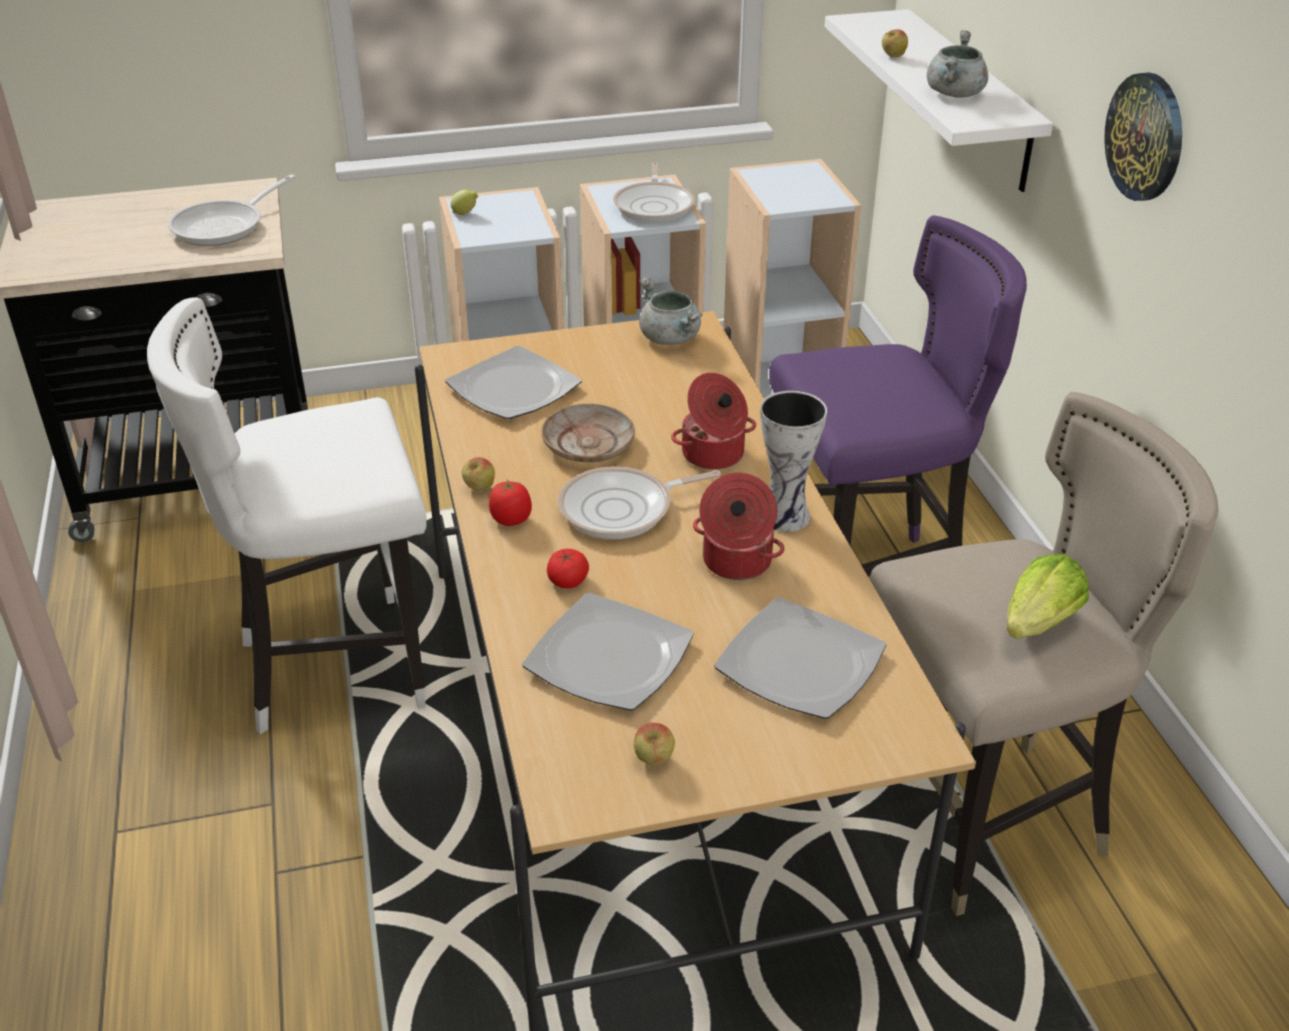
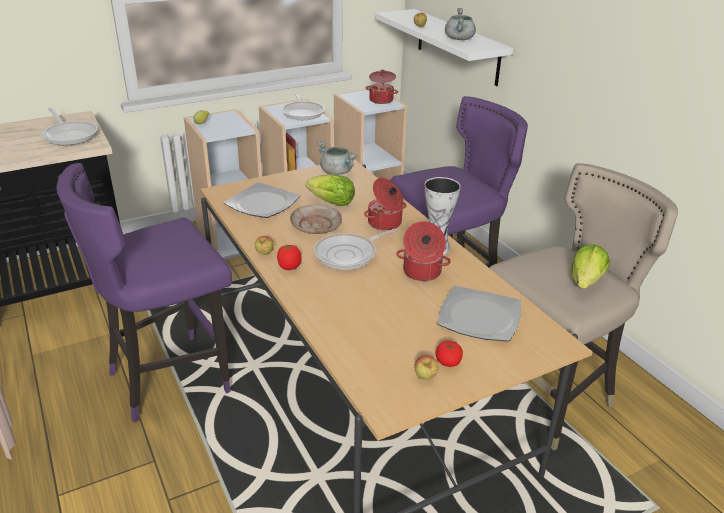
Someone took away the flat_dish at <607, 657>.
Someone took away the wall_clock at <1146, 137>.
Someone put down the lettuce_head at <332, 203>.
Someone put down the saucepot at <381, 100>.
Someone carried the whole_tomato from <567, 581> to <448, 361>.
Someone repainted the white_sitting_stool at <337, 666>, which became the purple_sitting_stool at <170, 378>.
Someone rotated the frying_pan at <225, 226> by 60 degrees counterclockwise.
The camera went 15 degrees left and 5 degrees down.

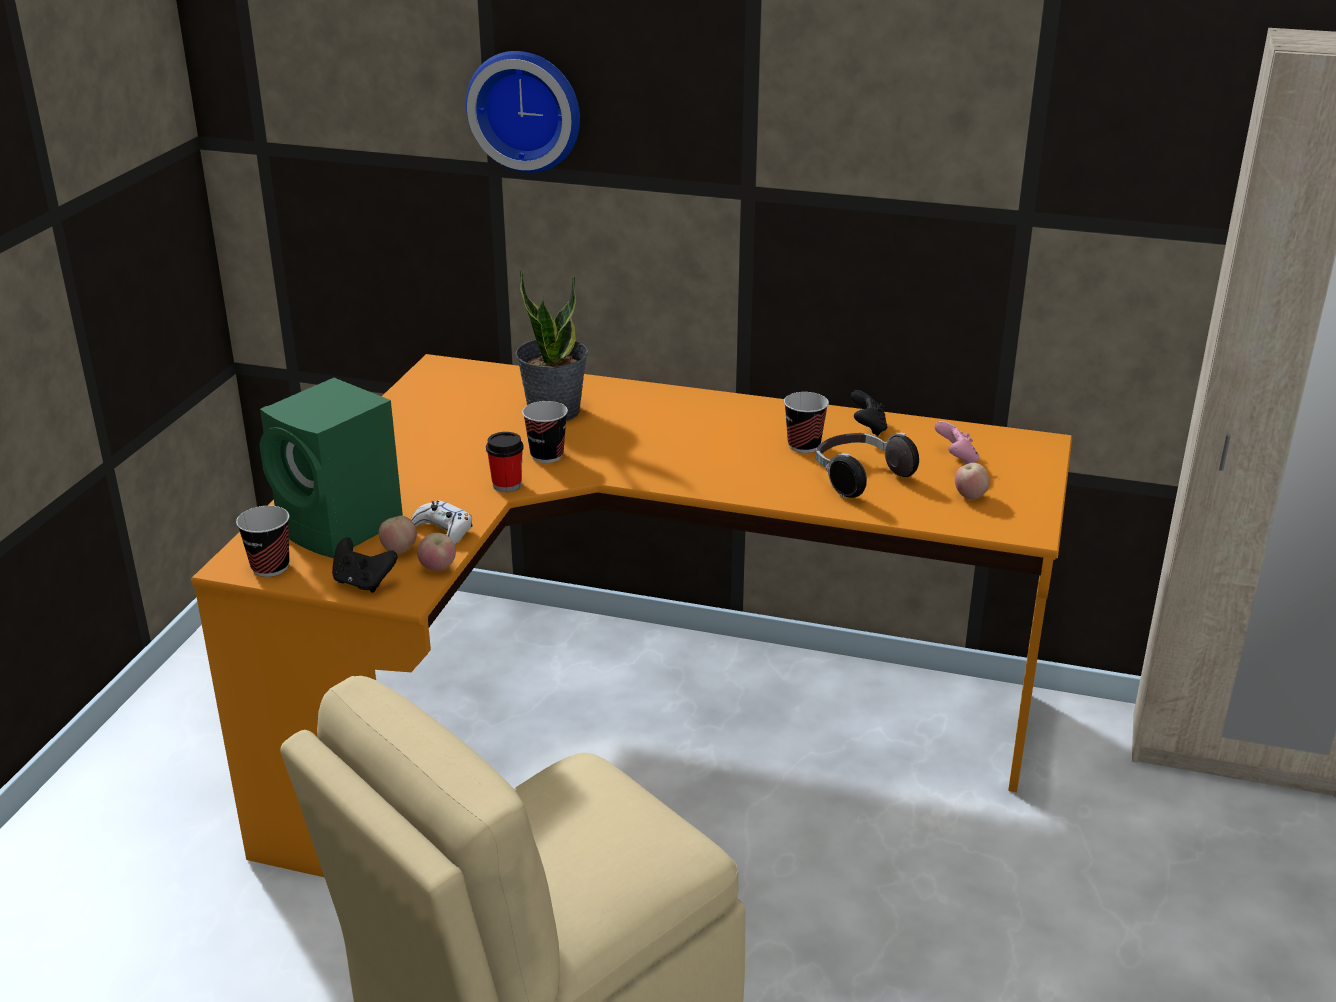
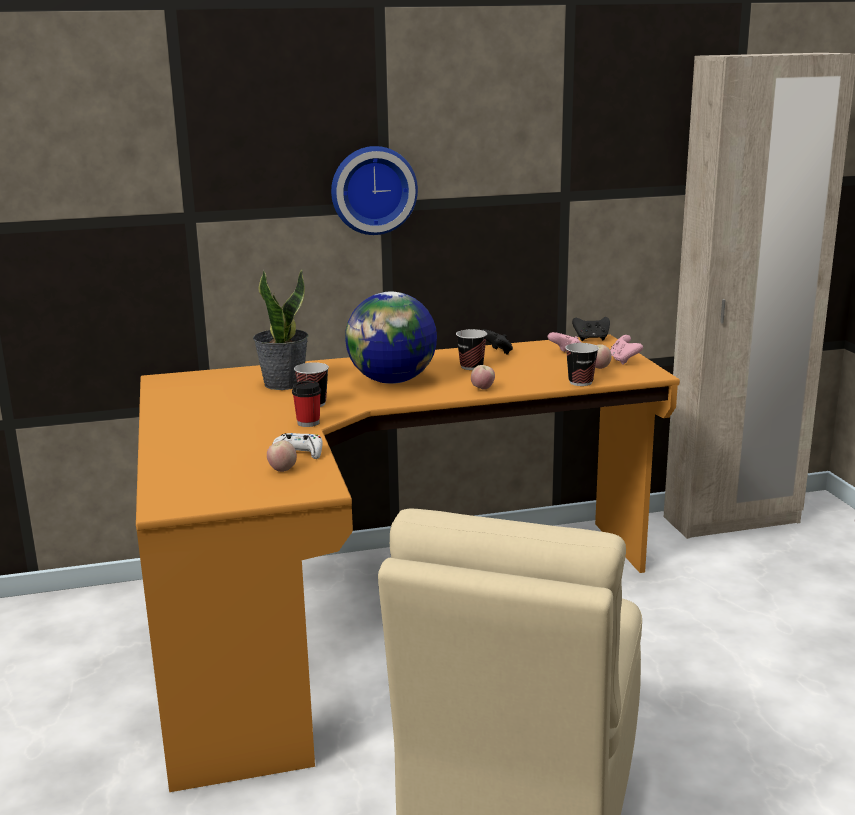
Someone took away the greenish_loudspeaker at <342, 529>.
Someone took away the headset at <859, 478>.
Someone put down the world_globe at <392, 381>.
Someone put down the pink_gamepad at <623, 361>.
Someone carried the small_cup from <270, 567> to <580, 382>.
Someone carried the black_gamepad from <363, 583> to <591, 339>.
Someone carried the whole_apple from <438, 568> to <482, 389>.
Someone carried the wall_clock from <526, 109> to <373, 190>.
The camera went 30 degrees left and 10 degrees down.

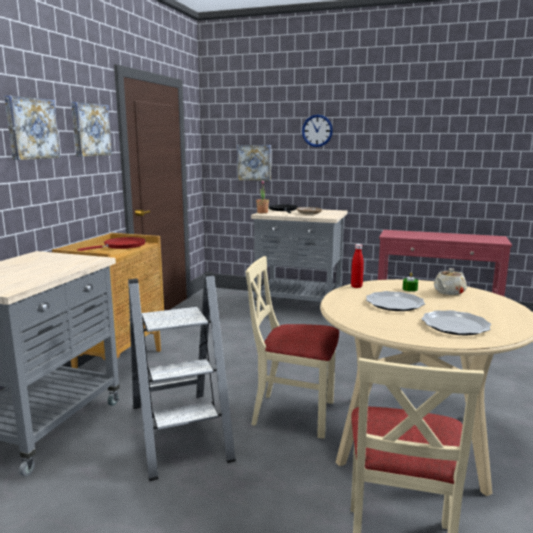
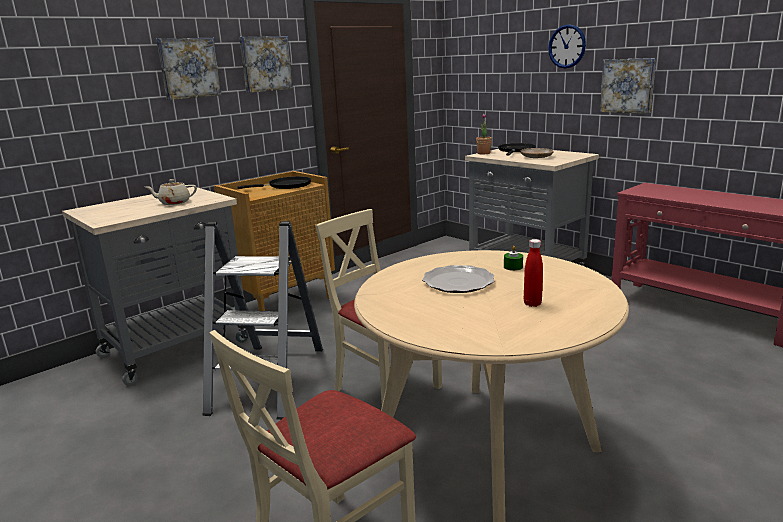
Someone took away the flat_dish at <455, 326>.
Someone carried the wall_picture from <254, 162> to <628, 85>.
Someone carried the reddish_bottle from <356, 286> to <532, 304>.
Someone carried the beige_pot_for_tea from <448, 292> to <174, 203>.
Someone repainted the reddish_frying_pan at <122, 246>, which became the black_frying_pan at <287, 186>.
The camera went 30 degrees right and 5 degrees up.

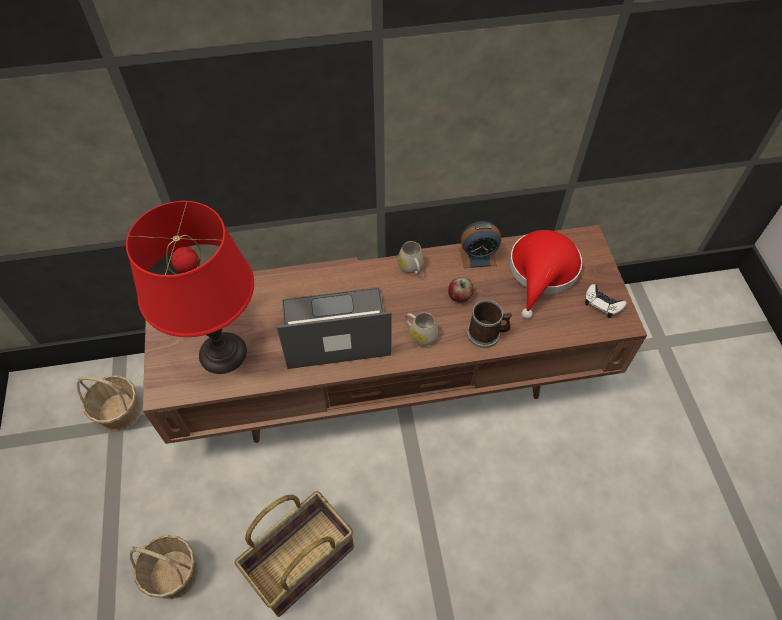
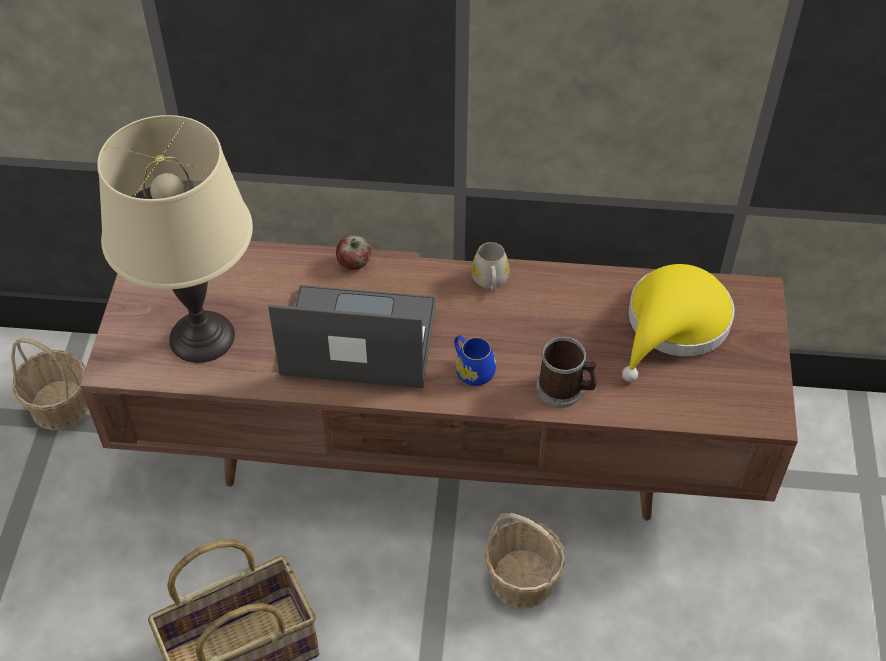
Someone took away the bedside_clock at <478, 256>.
Someone took away the white_gamepad at <602, 303>.
Someone carried the storage_basket from <173, 574> to <522, 579>.
Someone carried the whole_apple from <460, 296> to <354, 263>.
Someone repainted the reddish_tabletop_lamp at <223, 353>, which became the beige_tabletop_lamp at <202, 337>.
Someone repainted the white_tea_mug at <420, 334>, which became the bluish_tea_mug at <471, 370>.
Someone repainted the reddish_hat at <542, 272>, which became the yellowish_hat at <674, 325>.
The camera went 15 degrees right and 5 degrees down.

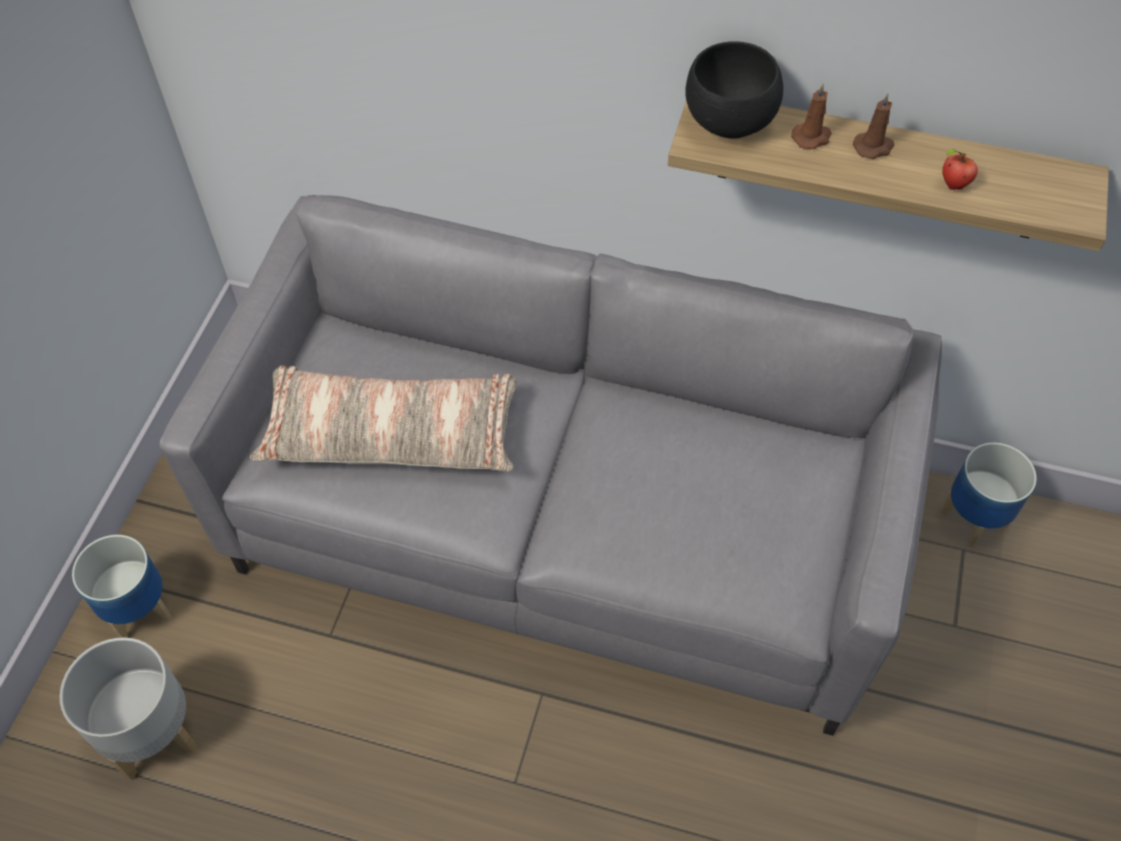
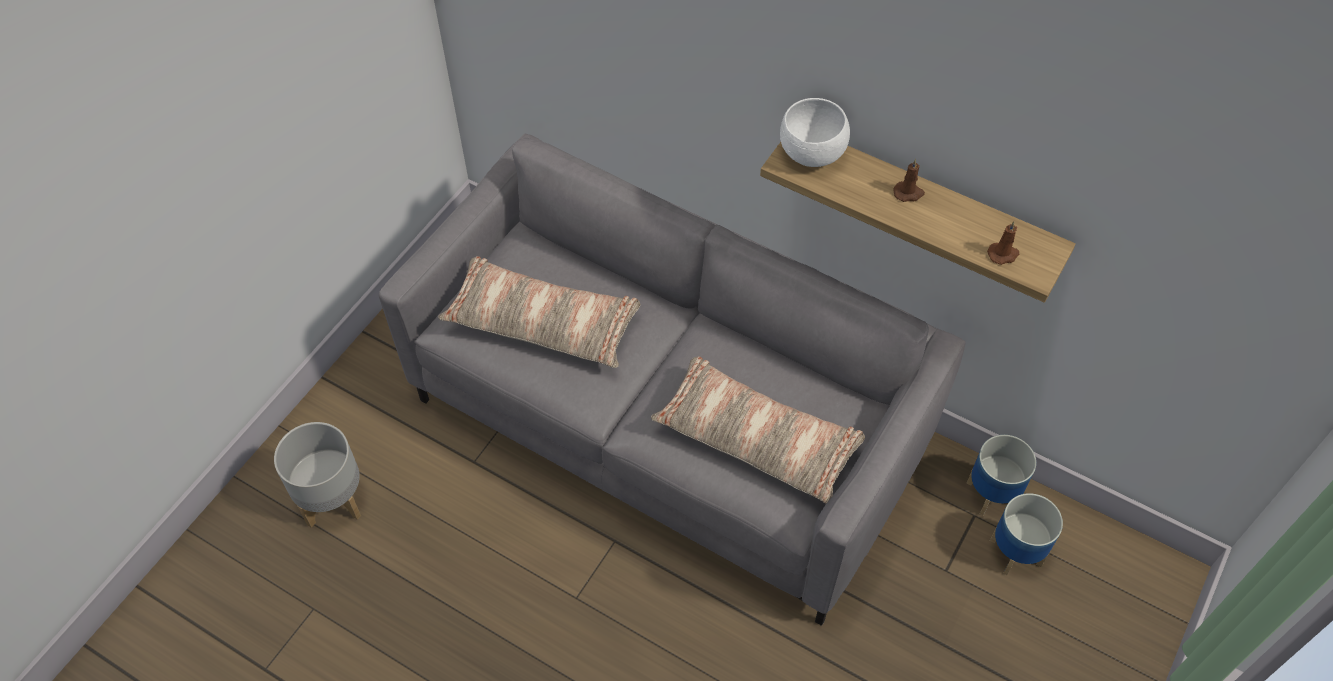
Someone took away the whole_apple at <953, 185>.
Someone put down the pillow at <757, 439>.
Someone carried the planter from <139, 609> to <1015, 551>.
Someone carried the brown_wax_light from <812, 137> to <1003, 254>.
Someone repainted the black_deep_dish at <730, 124>, which became the white_deep_dish at <812, 155>.
The camera went 15 degrees right and 0 degrees up.

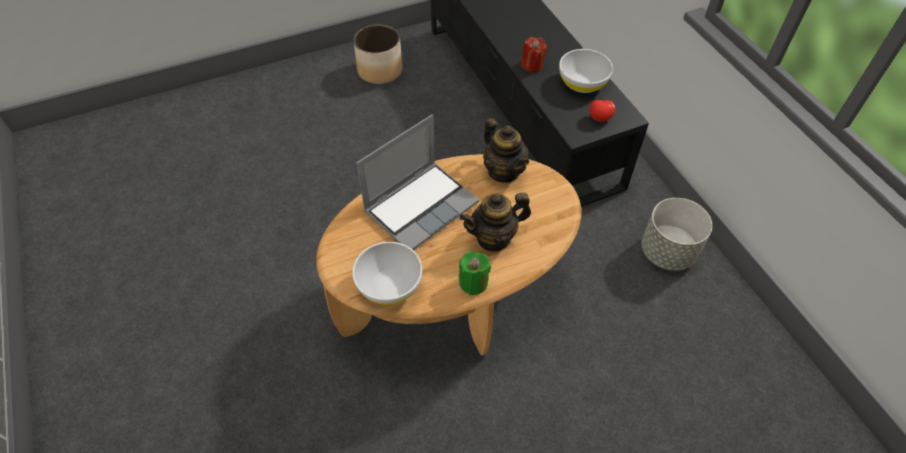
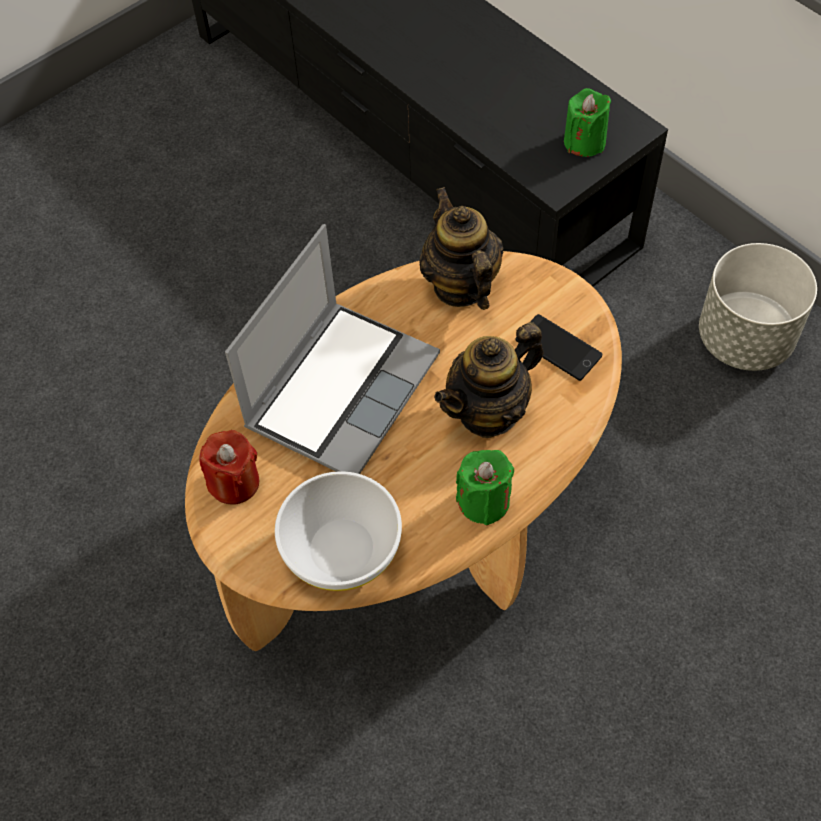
Someone took away the planter at <379, 70>.
Someone took away the white_deep_dish at <582, 83>.
Someone put down the phone at <558, 348>.
Someone carried the reddish_wax_light from <532, 65> to <234, 482>.
Someone swapped the whole_apple at <600, 118> for the greenish_wax_light at <584, 142>.
Someone rotated the pot_for_tea at <503, 171> by 150 degrees counterclockwise.
The camera went 15 degrees left and 5 degrees up.

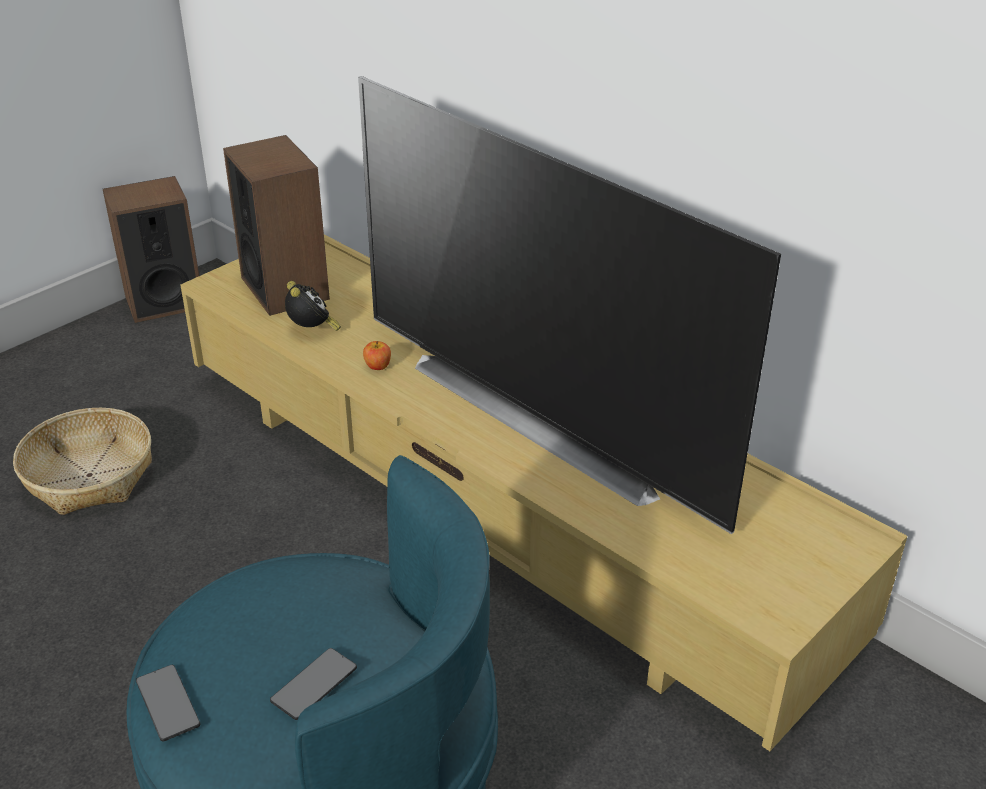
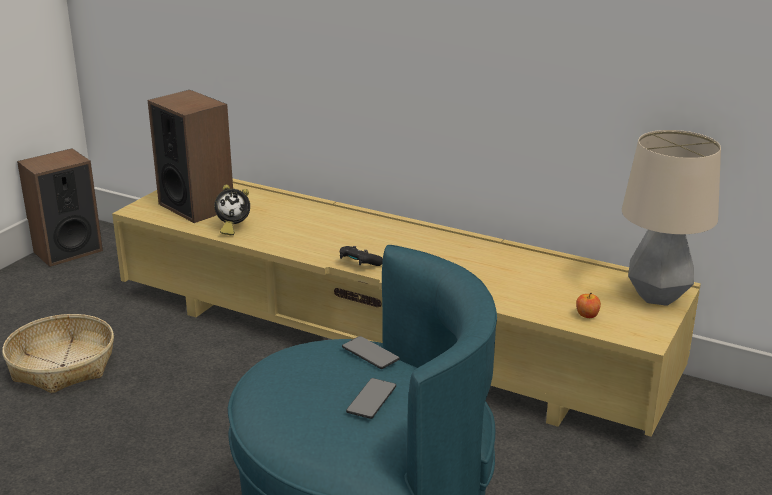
Someone took away the TV_set at <546, 414>.
Someone put down the black_gamepad at <359, 264>.
Someone put down the tabletop_lamp at <658, 296>.
Someone carried the phone from <168, 703> to <370, 354>.
Someone carried the whole_apple from <377, 366> to <587, 315>.
Someone rotated the bedside_clock at <312, 331> by 120 degrees clockwise.
The camera went 15 degrees left and 10 degrees down.

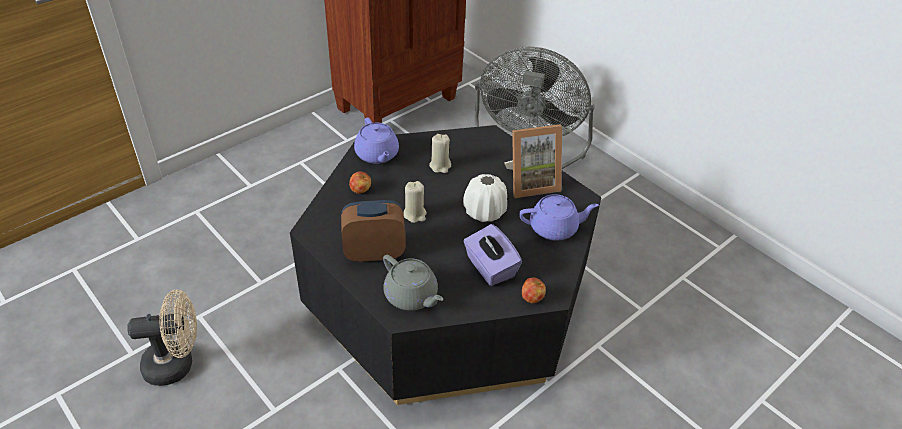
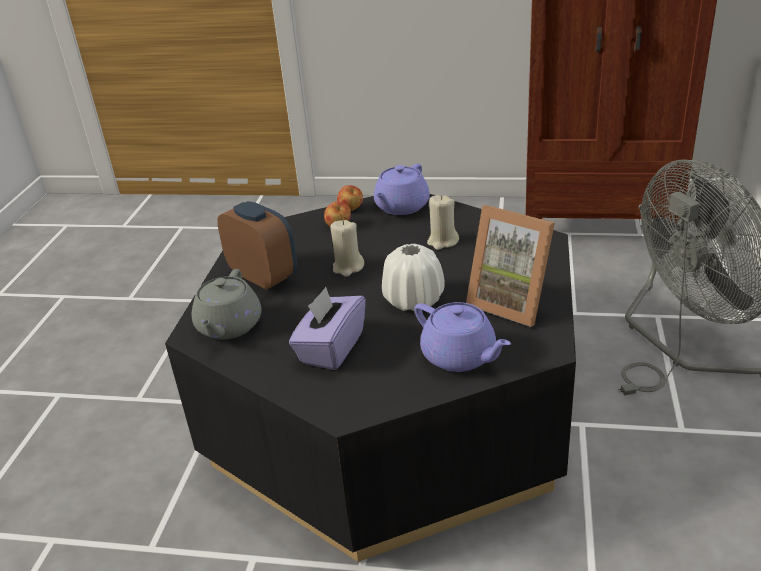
Someone took away the beige_electric_fan at <177, 364>.
Someone carried the whole_apple from <532, 298> to <351, 209>.
The camera went 55 degrees right and 10 degrees down.

